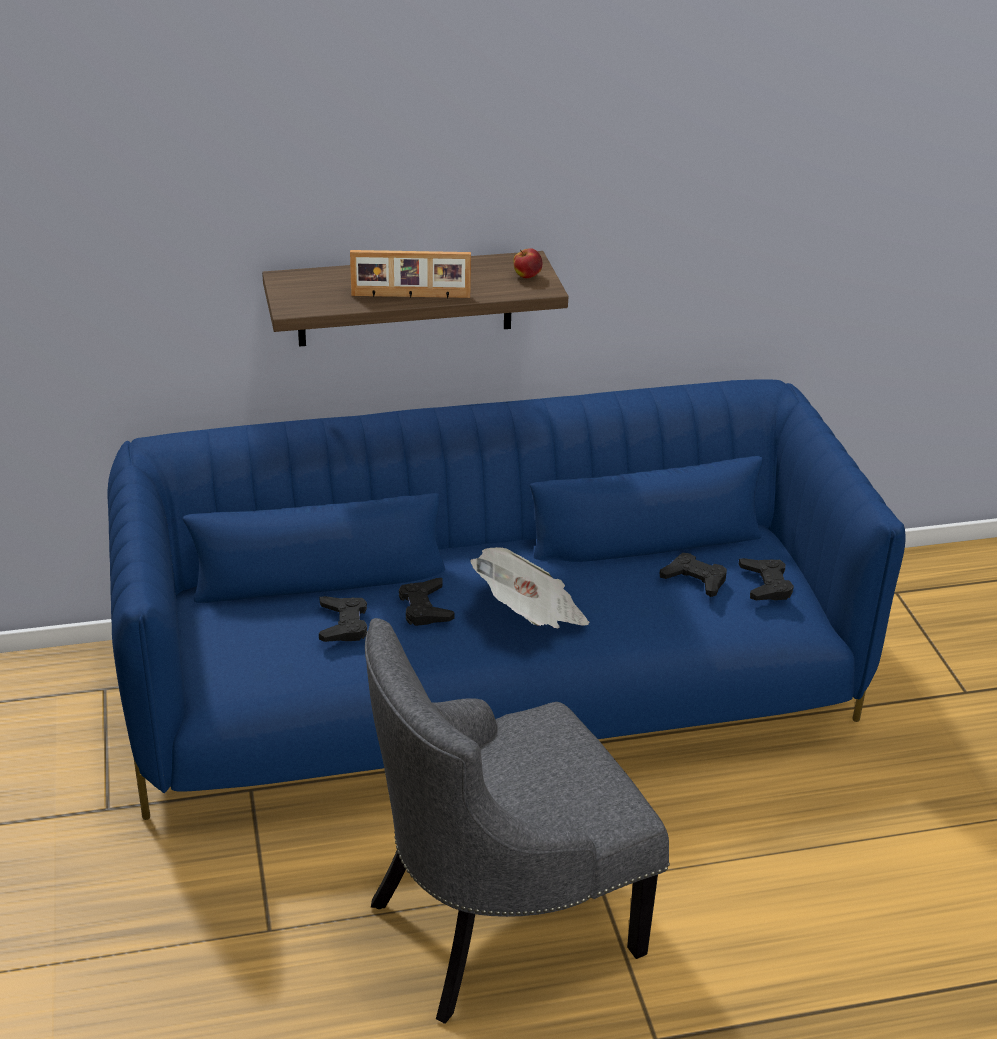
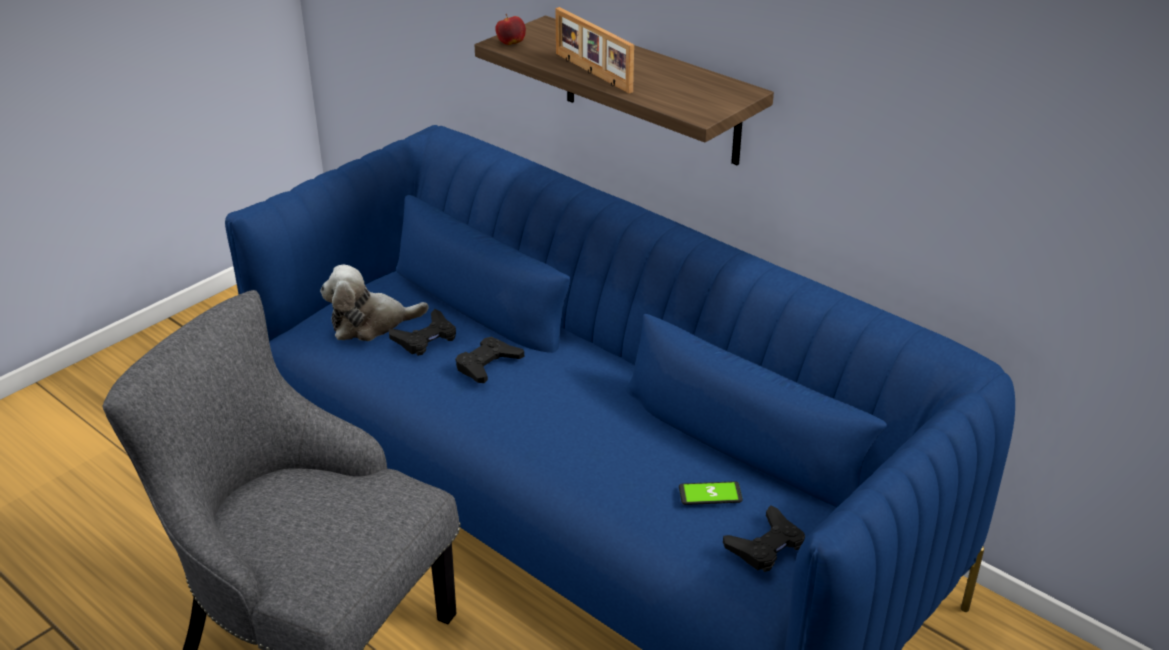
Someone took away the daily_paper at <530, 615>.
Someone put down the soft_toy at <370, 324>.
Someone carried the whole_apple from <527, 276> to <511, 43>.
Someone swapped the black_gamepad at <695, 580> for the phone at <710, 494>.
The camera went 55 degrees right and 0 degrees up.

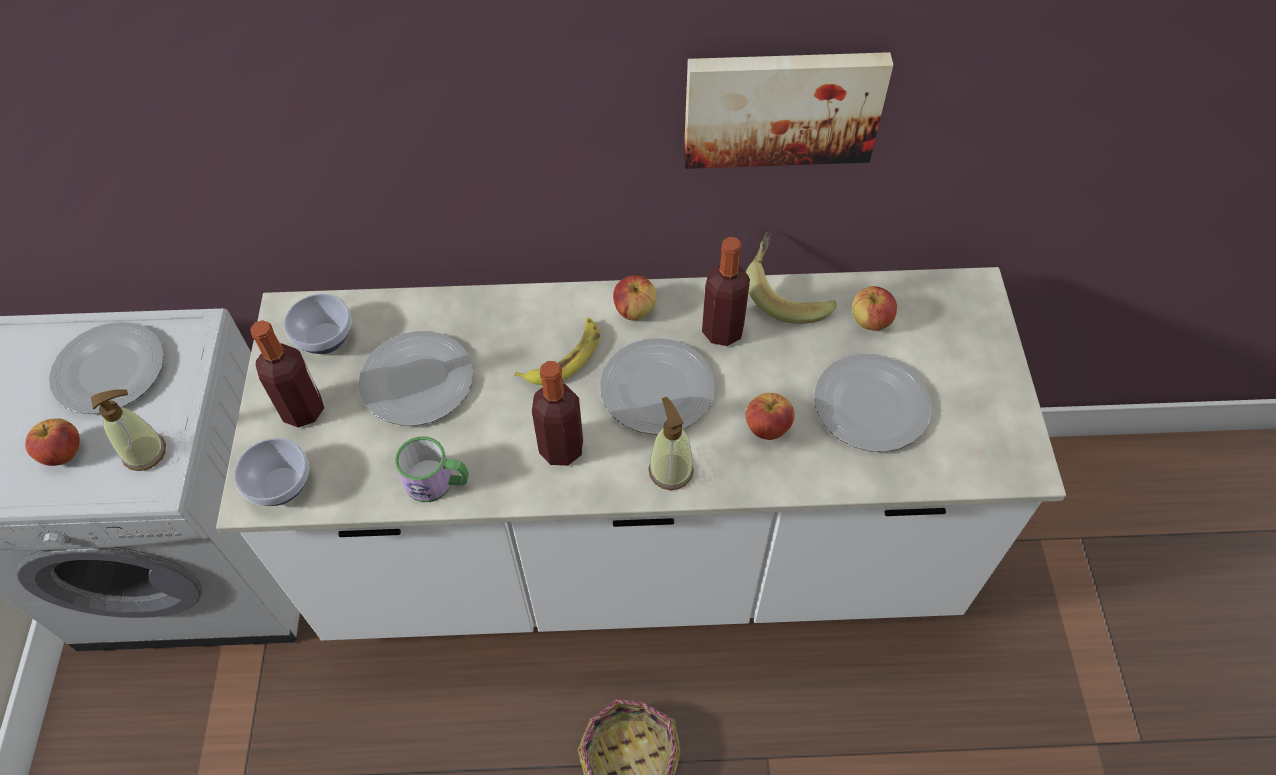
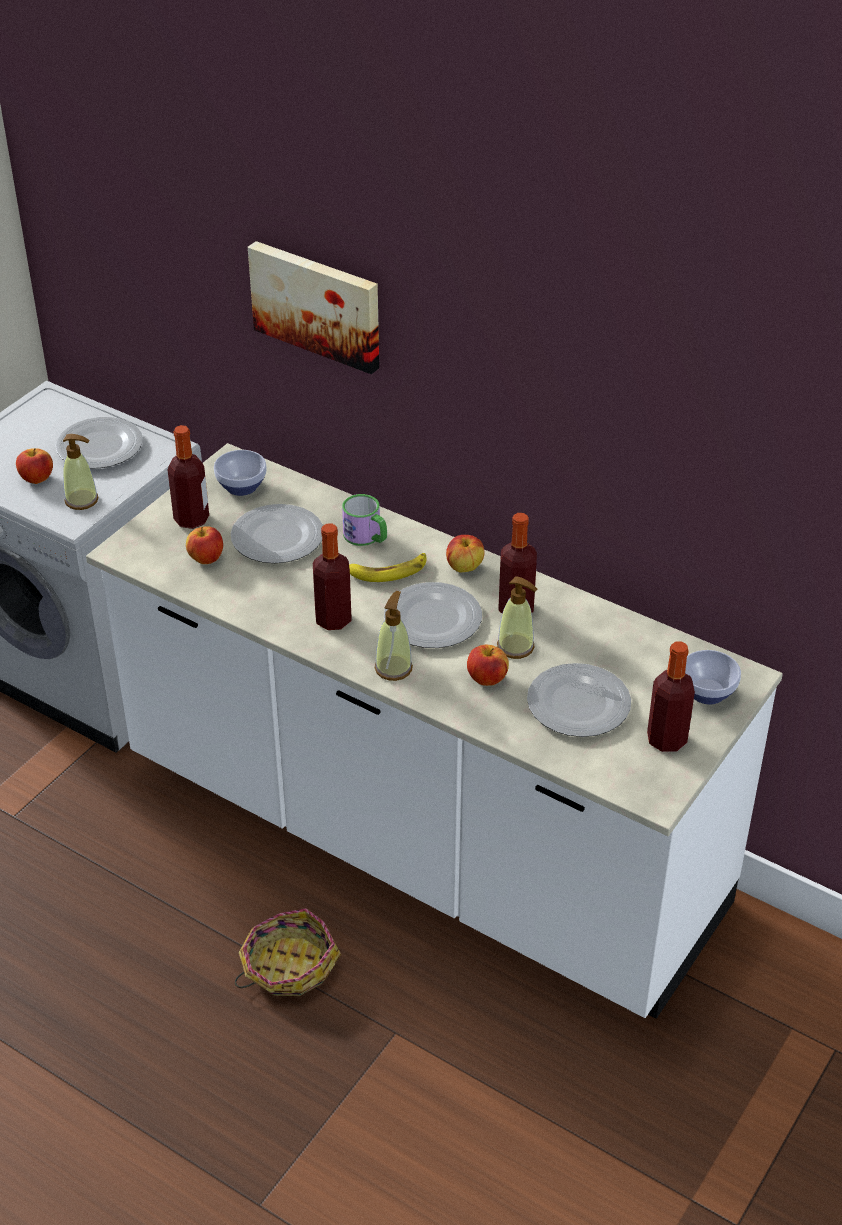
Someone took away the banana at <787, 293>.
Someone put down the soap_bottle at <516, 647>.
Someone put down the bottle at <666, 739>.
Someone carried the deep_dish from <278, 486> to <705, 691>.
Someone carried the tea_mug from <437, 482> to <366, 537>.
Someone carried the wall_picture from <781, 106> to <317, 304>.
Someone carried the whole_apple from <870, 321> to <206, 559>.
The camera went 35 degrees right and 15 degrees down.

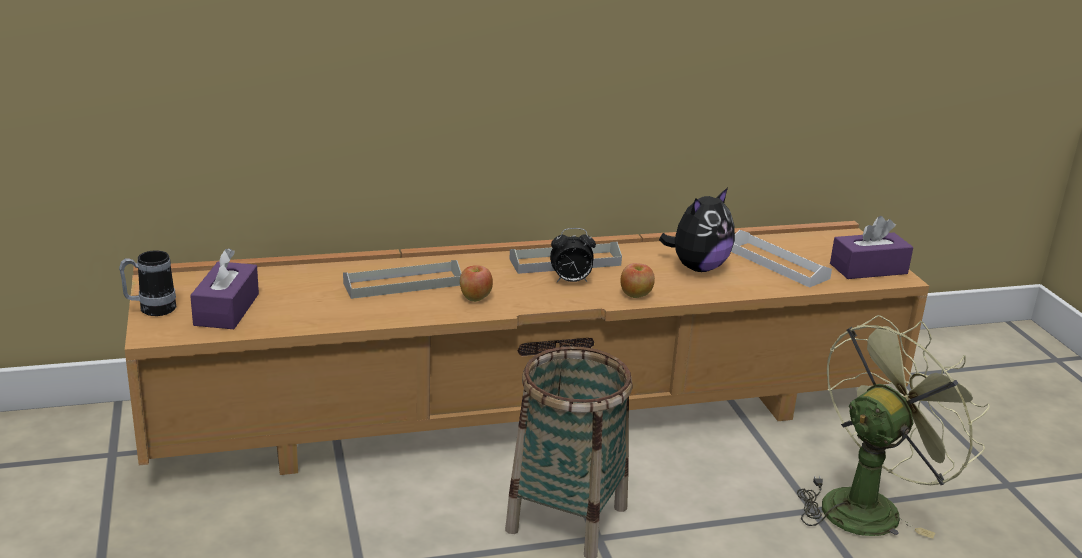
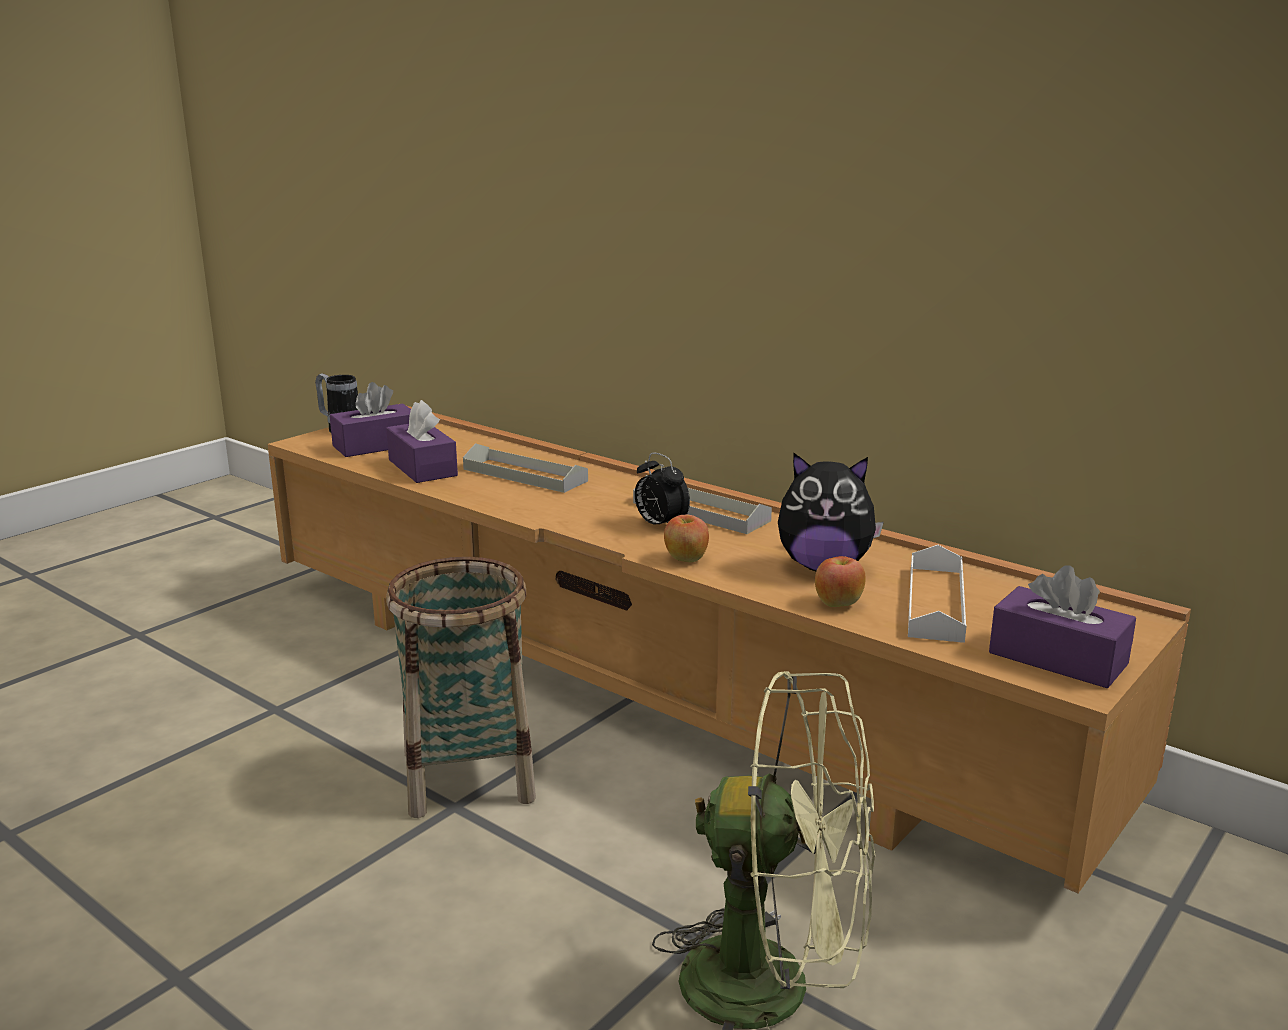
Someone put down the purple_tissue_holder at <422, 468>.
Someone carried the whole_apple from <475, 298> to <838, 604>.
The camera went 55 degrees right and 5 degrees down.

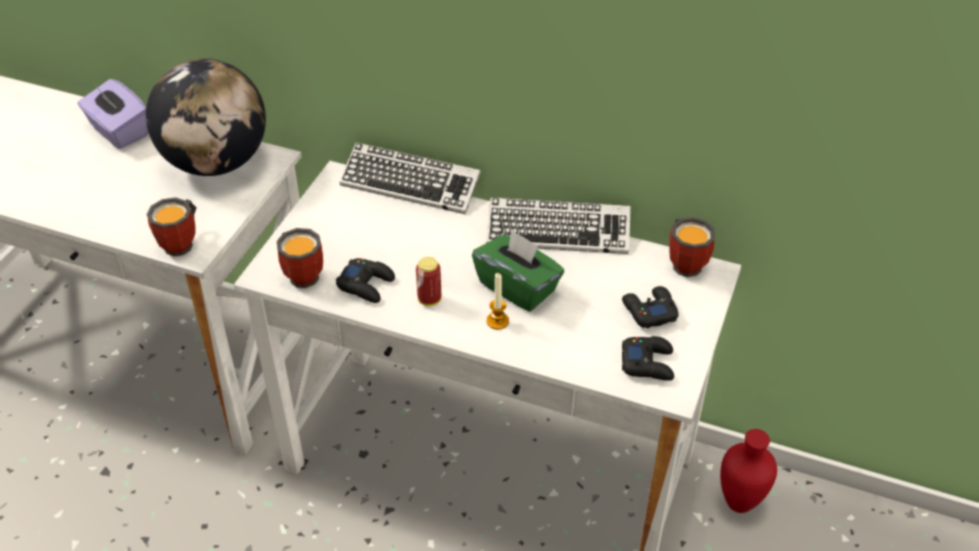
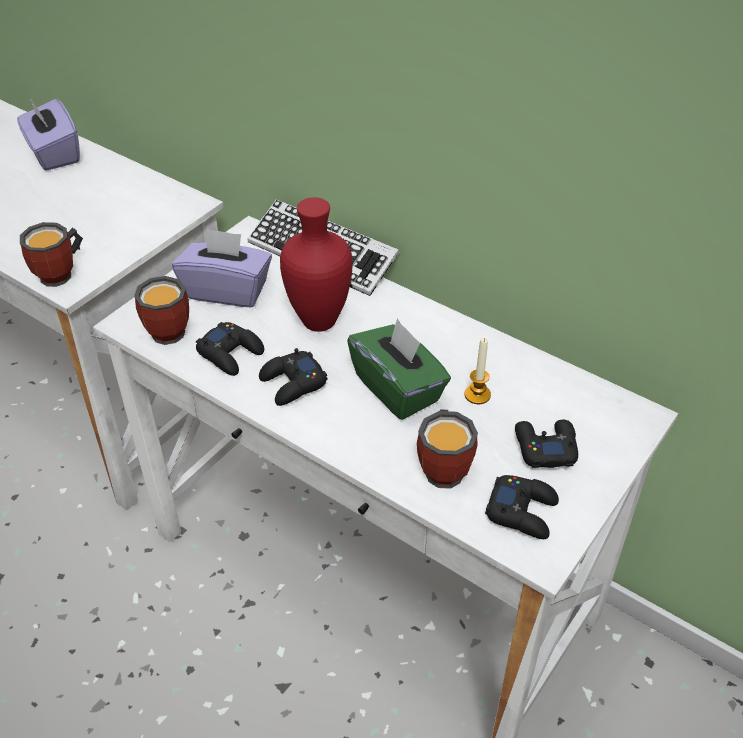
Someone took away the world_globe at <216, 163>.
Someone took away the keyboard at <558, 232>.
Someone put down the purple_tissue_holder at <227, 290>.
Someone carried the wax_light from <497, 321> to <477, 395>.
Someone carried the tea_mug from <687, 262> to <447, 467>.
Someone carried the reddish_flower_vase from <739, 504> to <317, 323>.
Someone swapped the metal_can at <429, 300> for the black_gamepad at <293, 383>.
The camera went 15 degrees right and 0 degrees up.

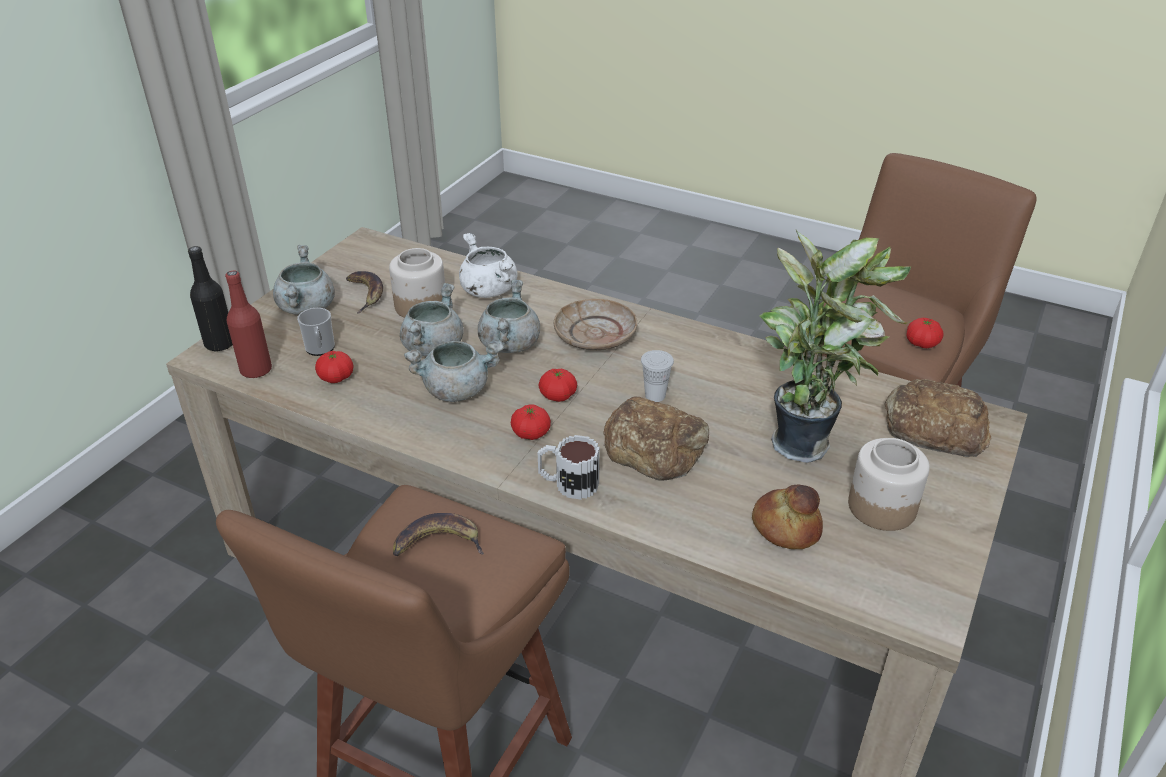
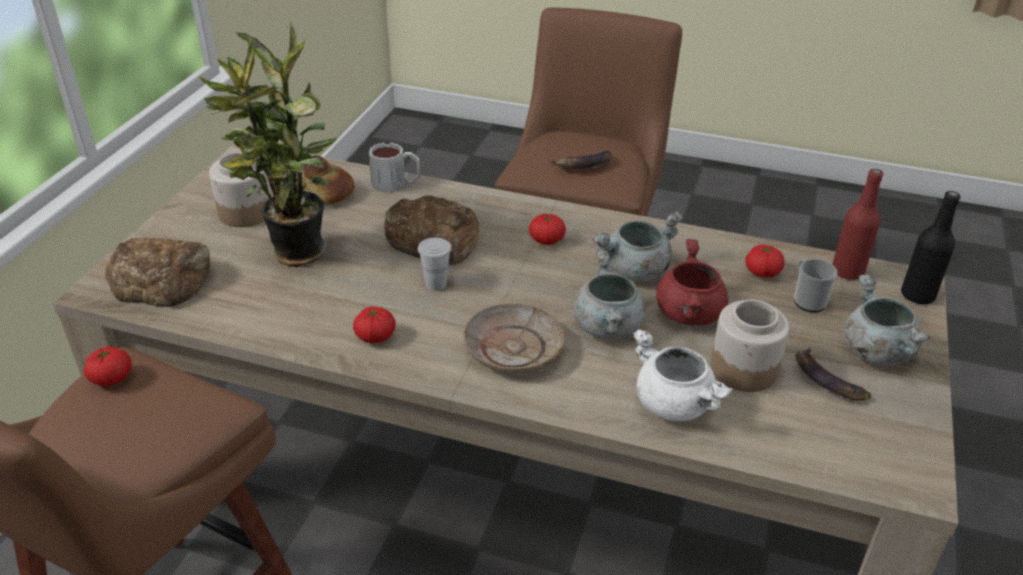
Someone carried the tea_mug from <568, 483> to <396, 183>.
Someone carried the whole_tomato from <558, 395> to <375, 336>.
Someone repainted the greyish_saucepot at <433, 347>, which became the reddish_saucepot at <690, 315>.
The camera went 170 degrees right and 0 degrees up.

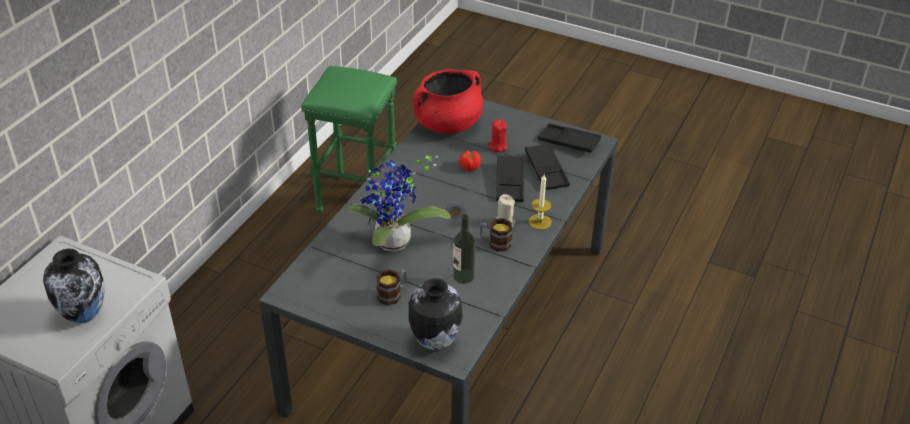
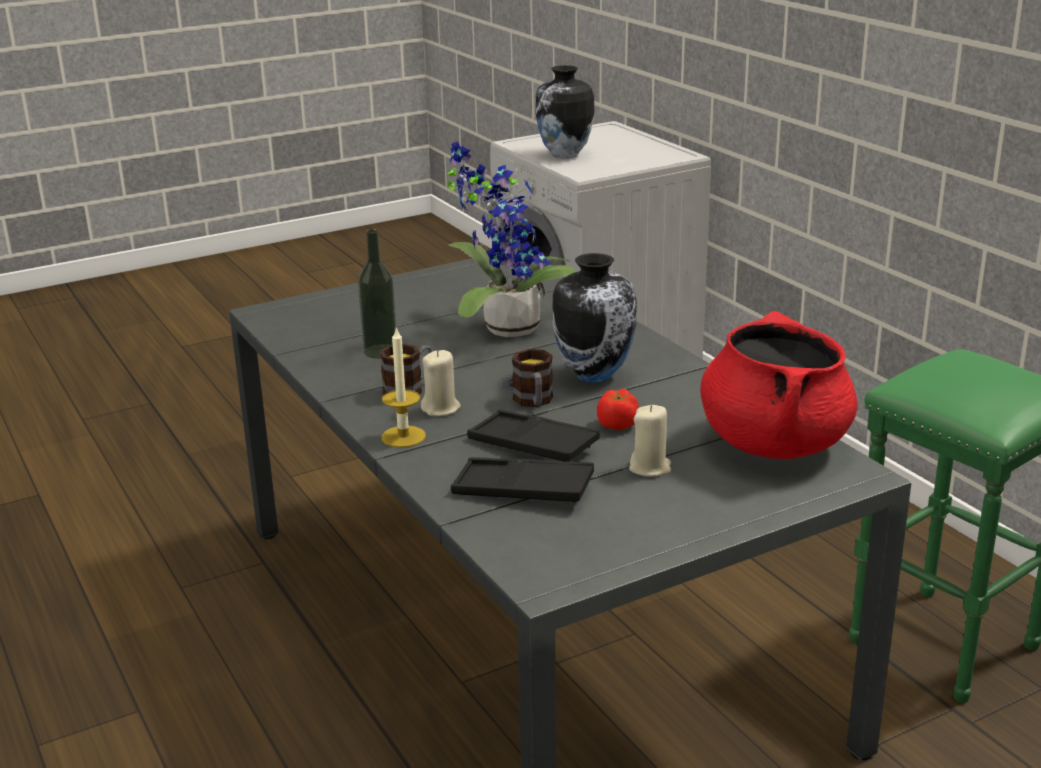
Someone took away the black_carrying_tray at <569, 142>.
Someone carried the tea_mug from <393, 294> to <534, 402>.
Someone carried the flower_vase from <434, 342> to <595, 375>.
Someone repainted the reddish_wax_light at <498, 146>, which became the beige_wax_light at <650, 468>.
The camera went 125 degrees right and 15 degrees down.

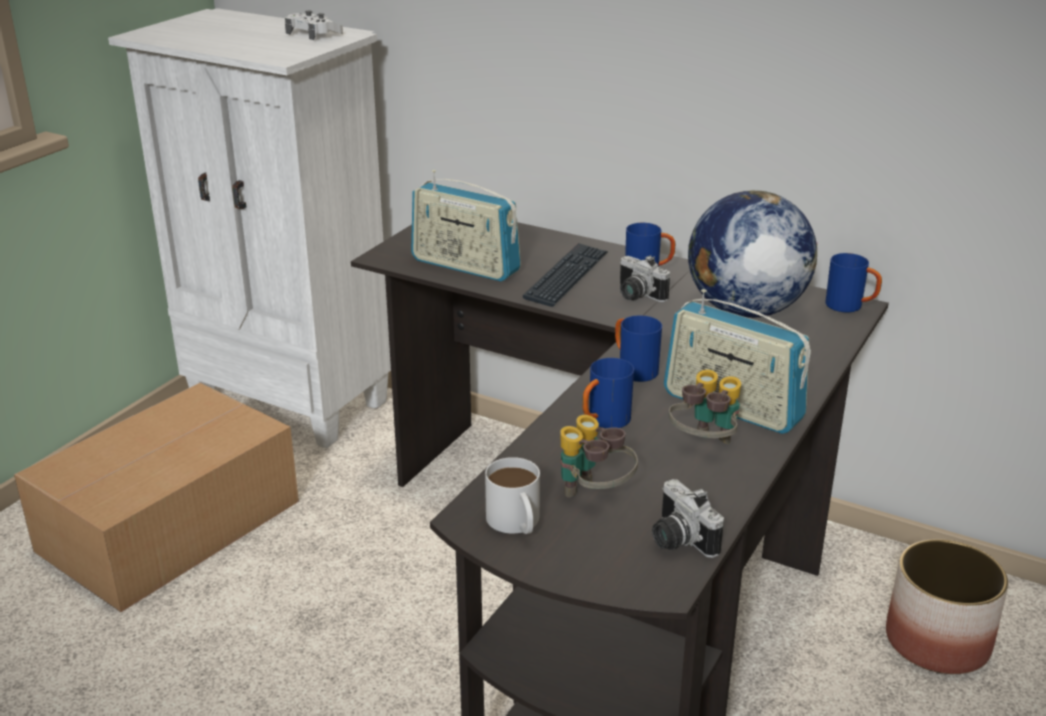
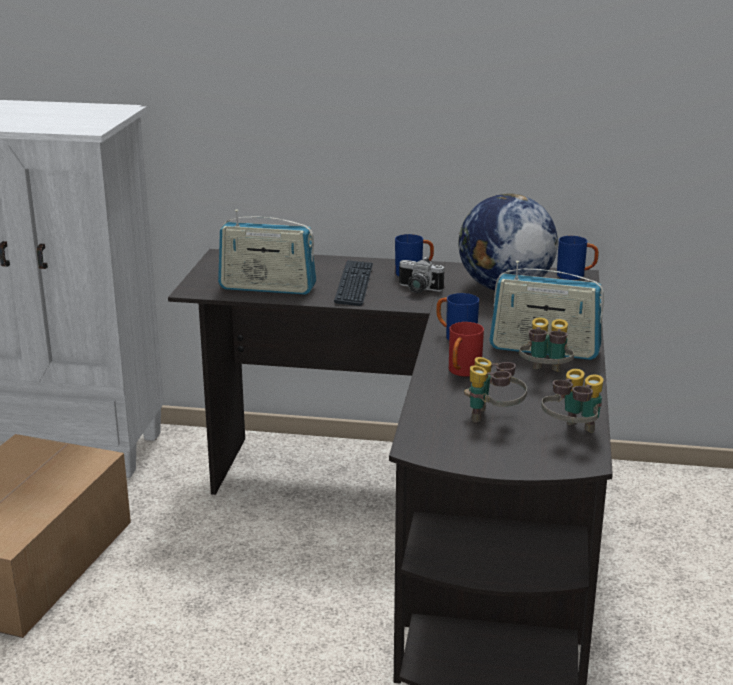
Someone took away the white_gamepad at <313, 34>.
Someone took away the white_tea_mug at <516, 523>.
Someone took away the planter at <938, 641>.
Someone swapped the still_camera at <677, 540> for the field_glasses at <572, 433>.
Someone repainted the bluish_tea_mug at <603, 422>, which became the reddish_tea_mug at <462, 373>.
The camera went 20 degrees left and 5 degrees down.

